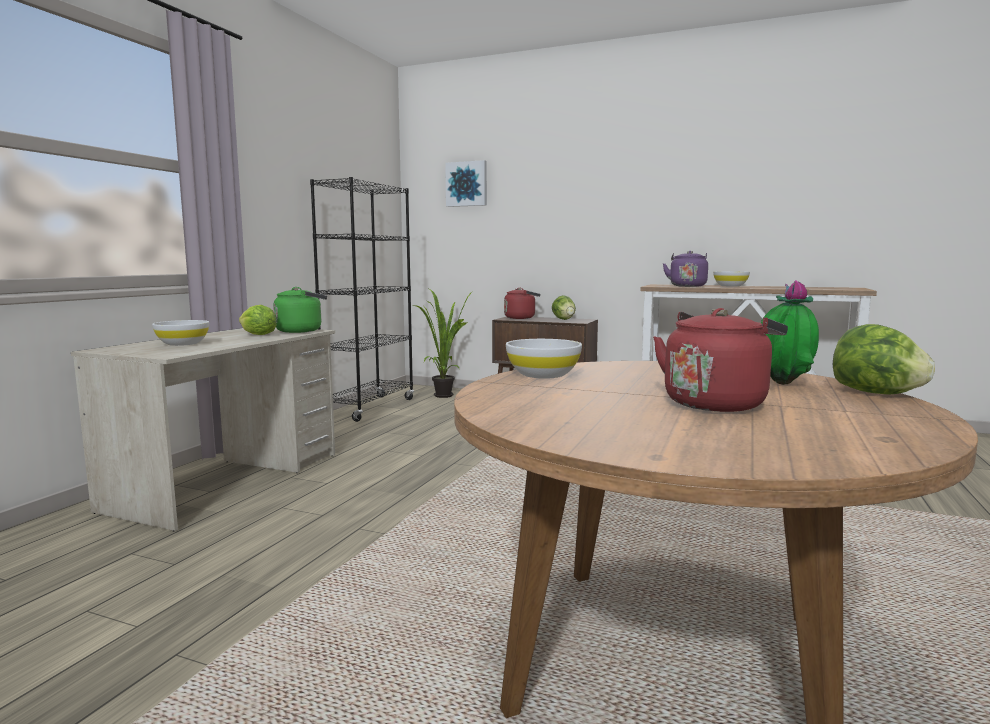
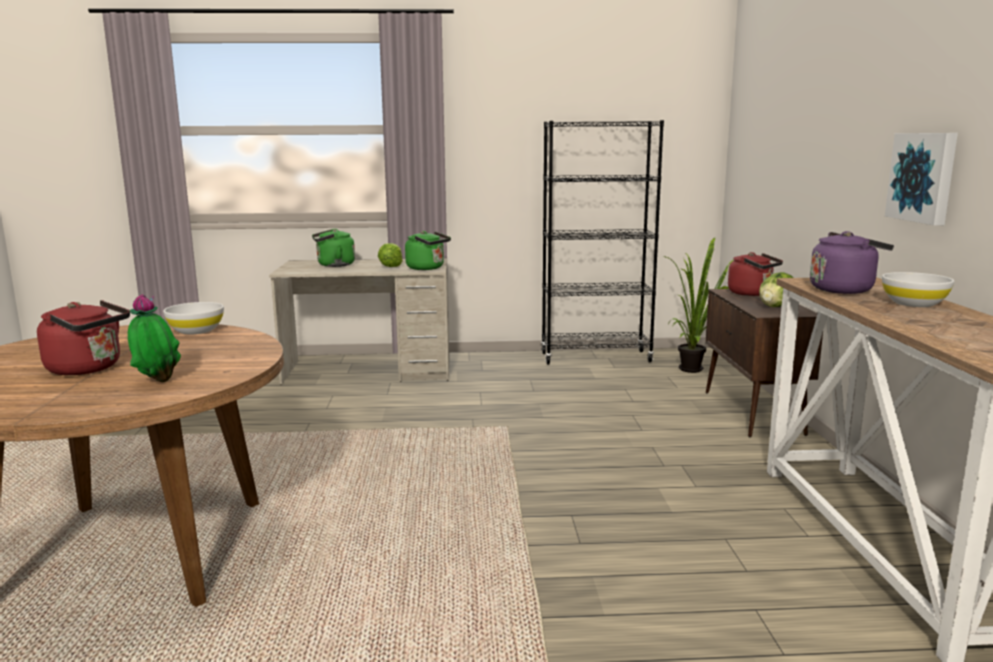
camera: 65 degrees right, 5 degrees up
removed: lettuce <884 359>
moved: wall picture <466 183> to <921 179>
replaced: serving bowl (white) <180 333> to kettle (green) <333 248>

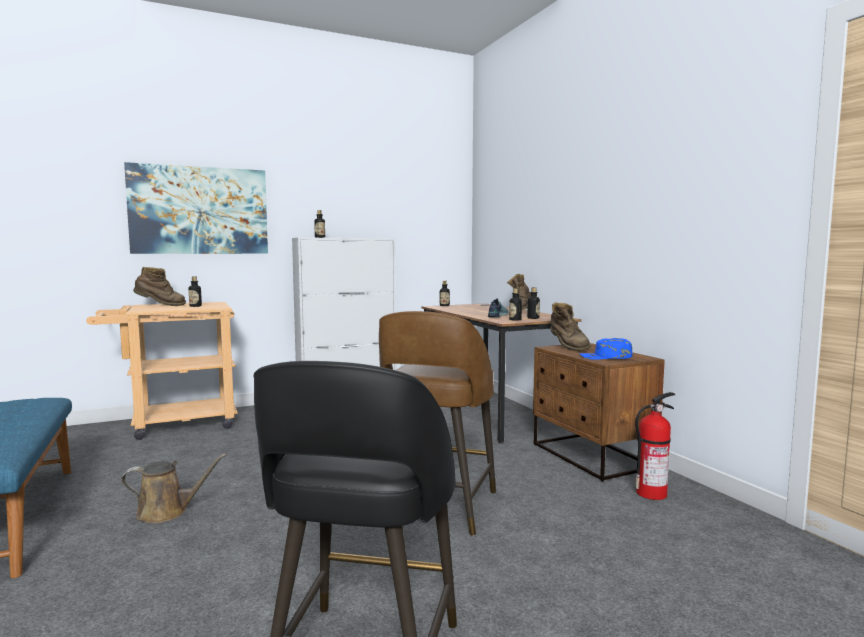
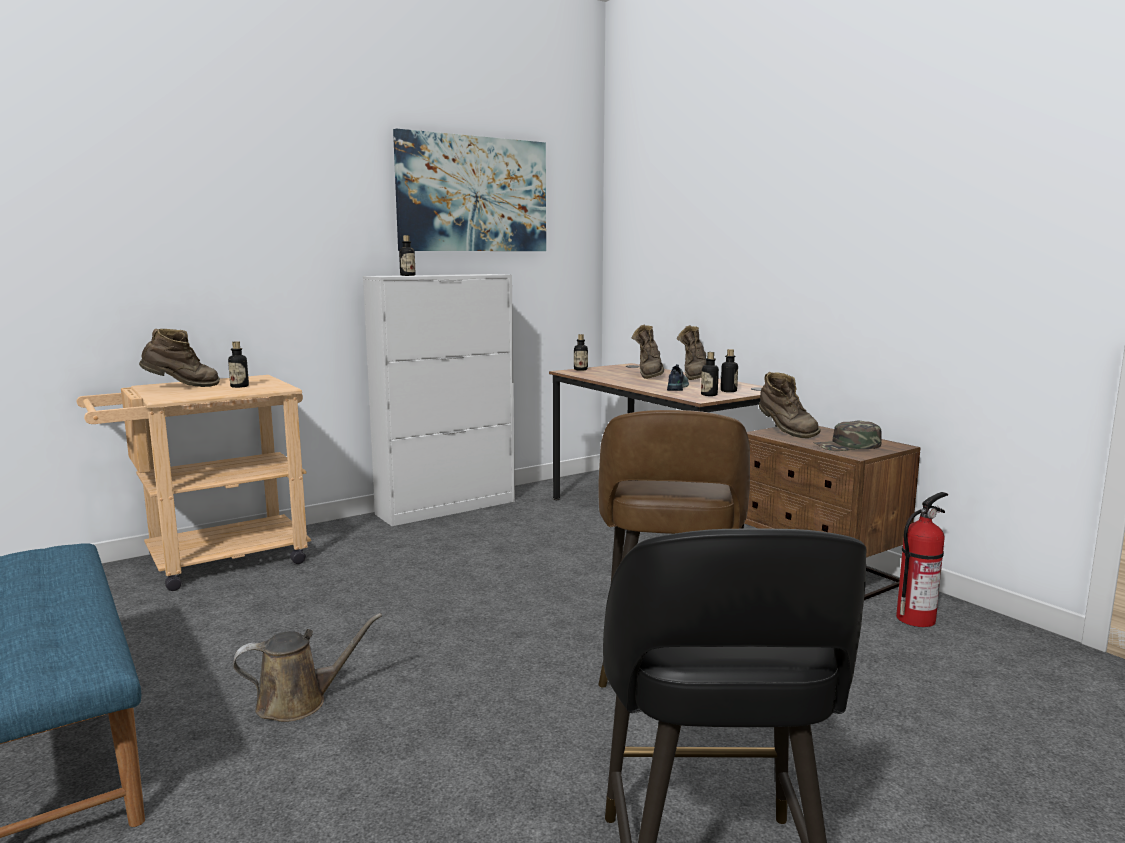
camera: 10 degrees left, 5 degrees up
added: tall boot (brownish) <648 352>
moved: wall picture <196 208> to <469 190>
recoloured: cap (blue-coloured) <605 349> to cap (green) <847 436>

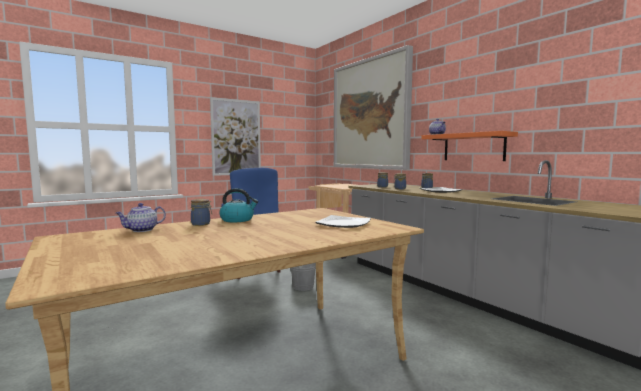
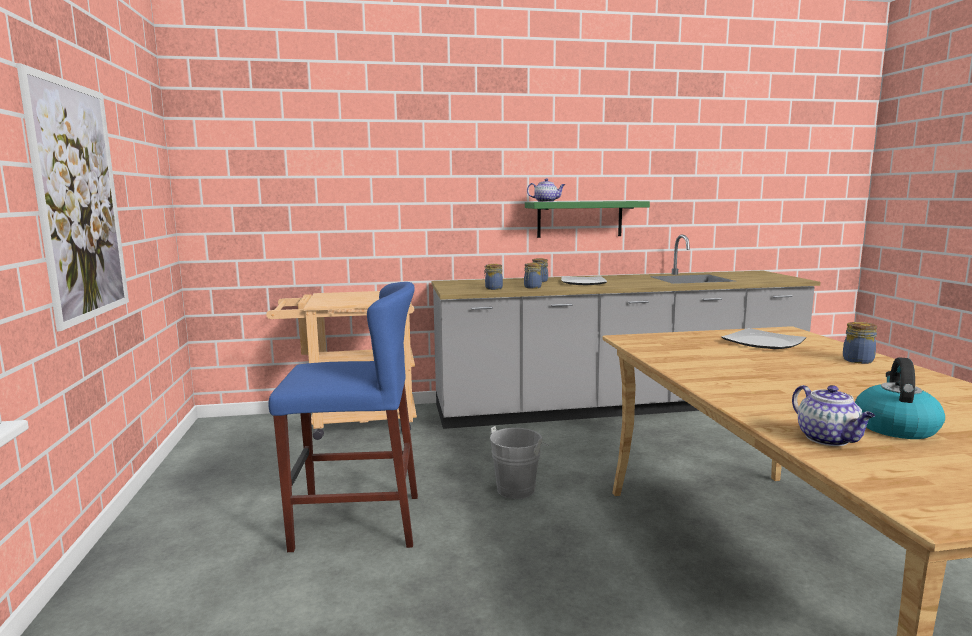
camera: 65 degrees left, 5 degrees up
removed: wall picture <373 107>
moved: storage jar <201 212> to <860 343>; kettle <238 205> to <900 398>
recoloured: bracket shelf (orange-coloured) <469 146> to bracket shelf (green) <587 219>

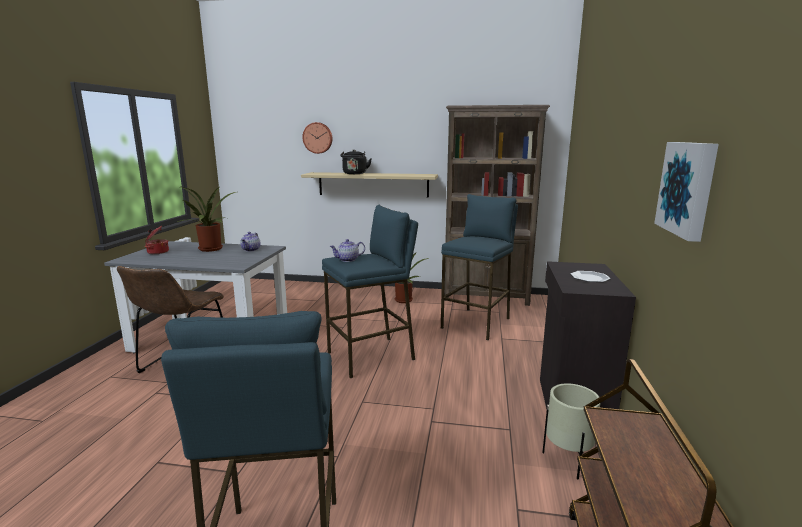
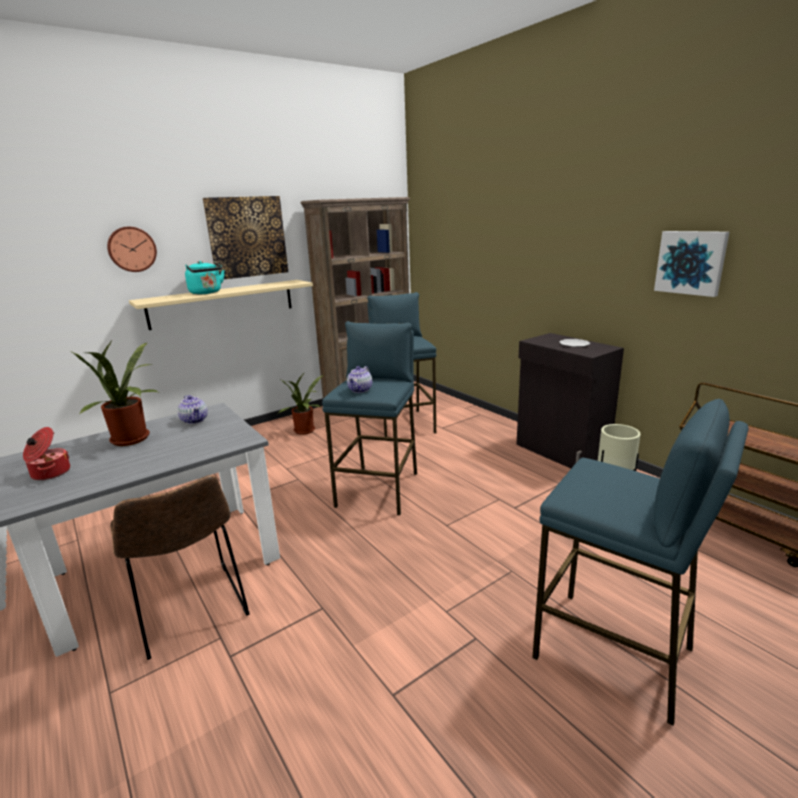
camera: 45 degrees left, 5 degrees up
added: wall picture <245 237>
recoloured: kettle (blackish) <355 162> to kettle (turquoise) <205 277>

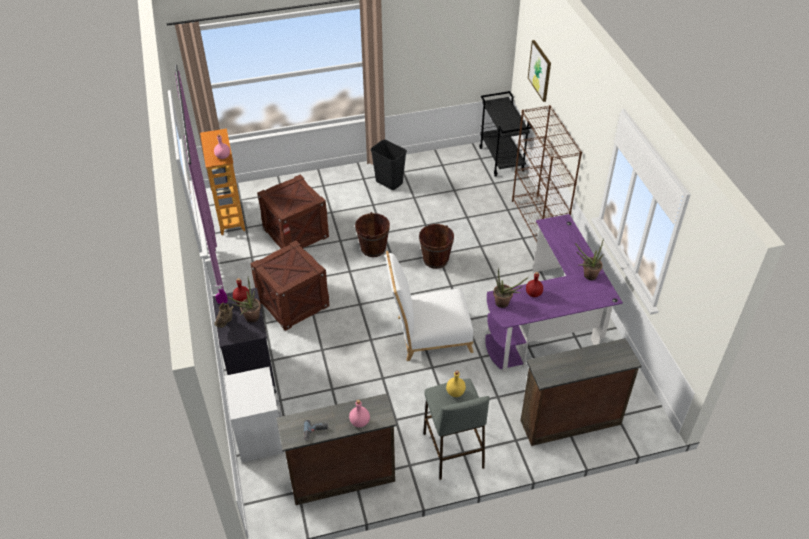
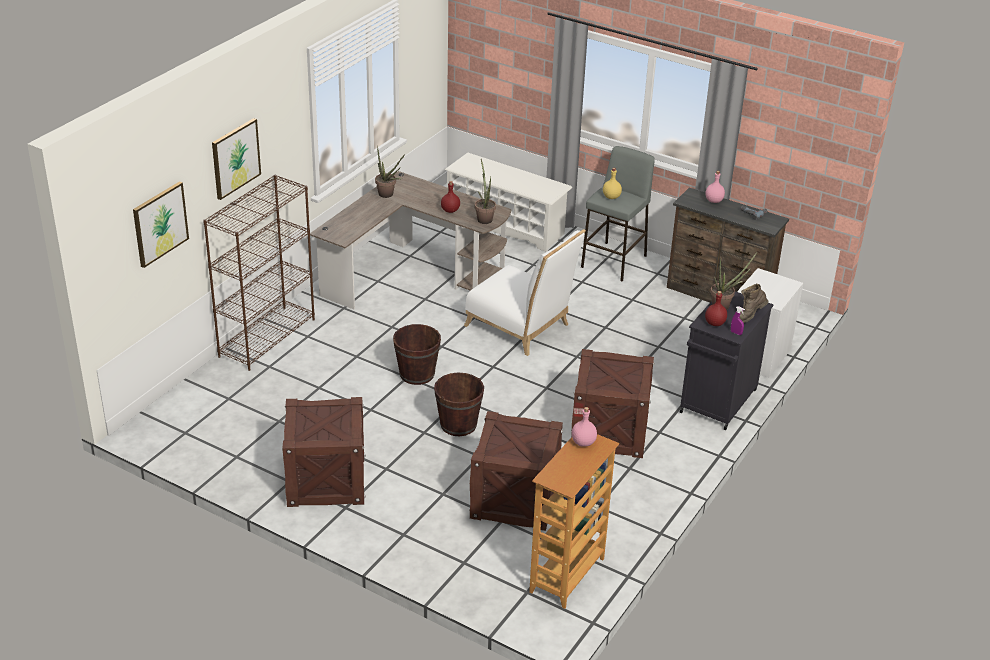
camera: 135 degrees left, 10 degrees down
removed: cart (blackish) <505 134>
added: wall picture <236 159>
replaced: trash can (blackish) <389 165> to packing crate <324 452>; chest of drawers (brownish) <580 392> to shoe shelf (white) <508 202>
recoloured: desk unit (purple-coloured) <554 293> to desk unit (brownish) <410 240>

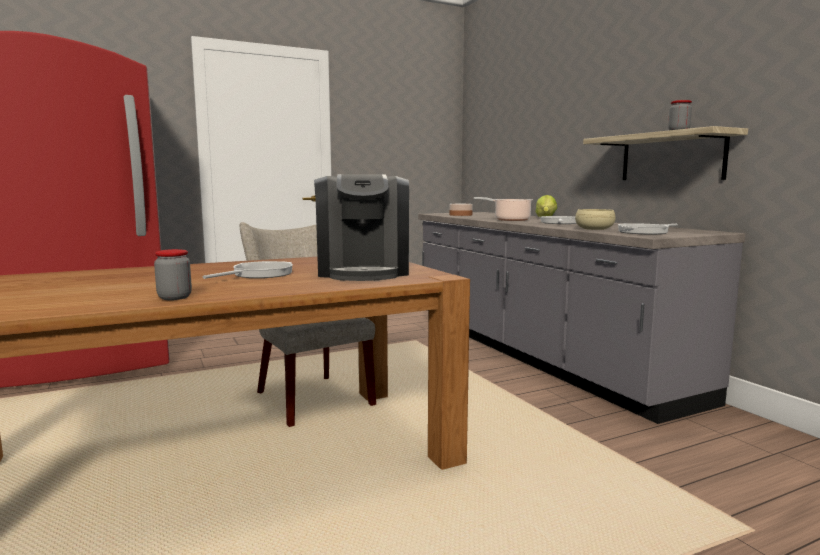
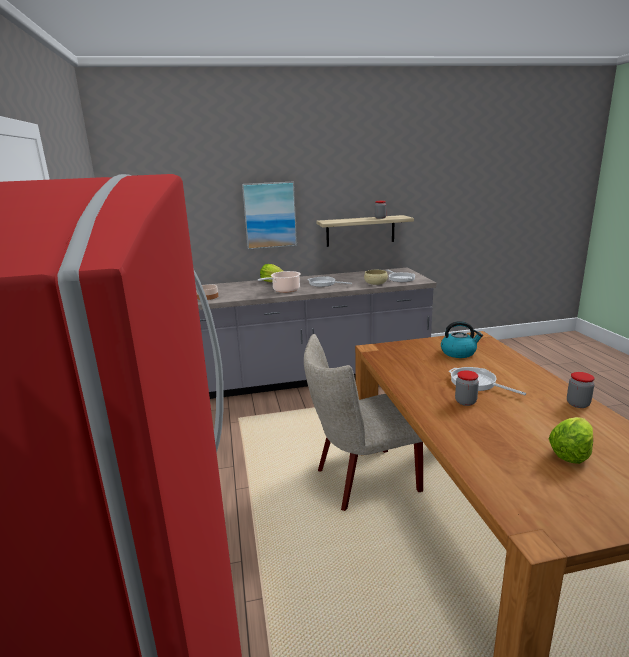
camera: 75 degrees left, 10 degrees up
added: wall picture <269 216>; storage jar <467 388>; lettuce <570 440>
replaced: coffee machine <361 227> to kettle <462 339>

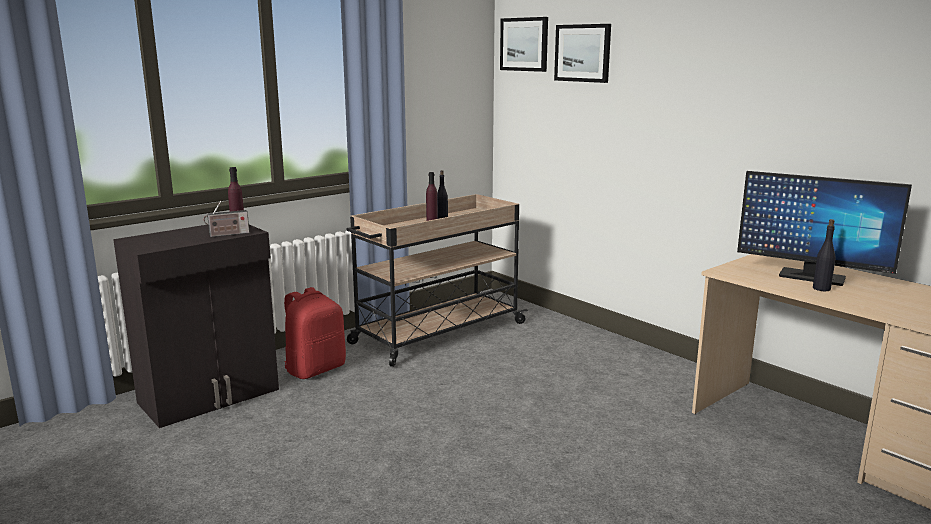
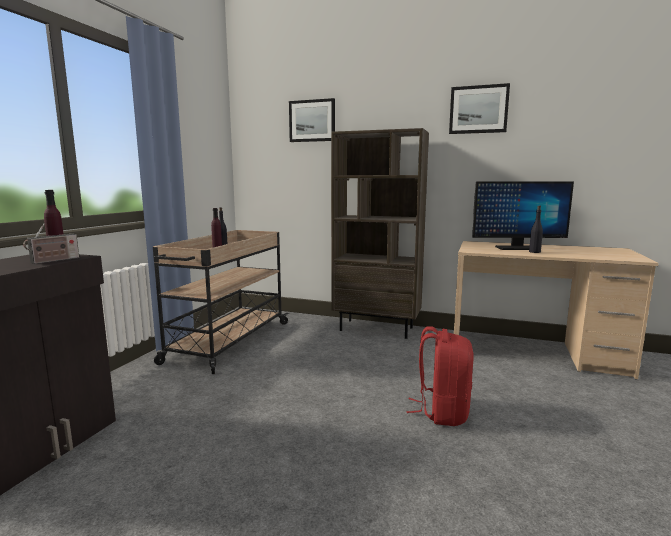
camera: 30 degrees left, 5 degrees down
added: bookcase (brownish) <380 233>
moved: knapsack (reddish) <315 333> to <440 376>; wall picture <524 44> to <479 108>

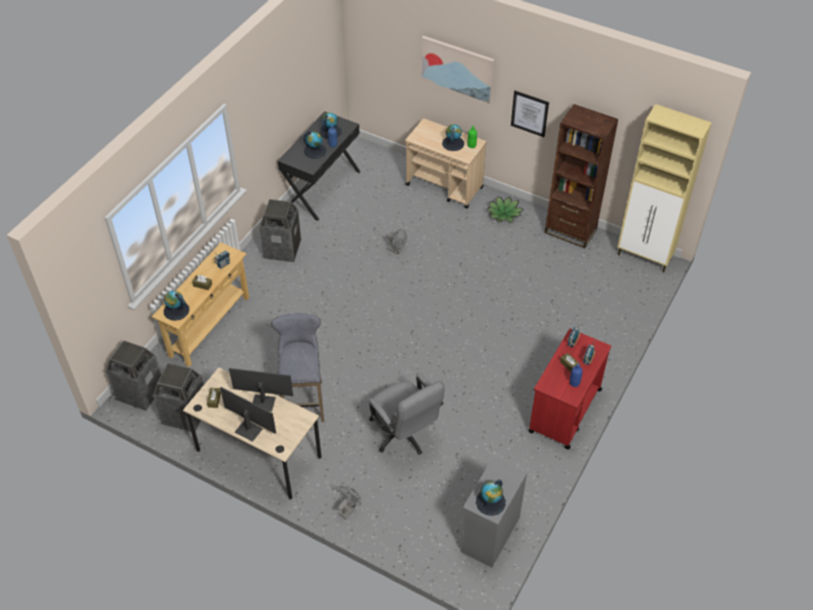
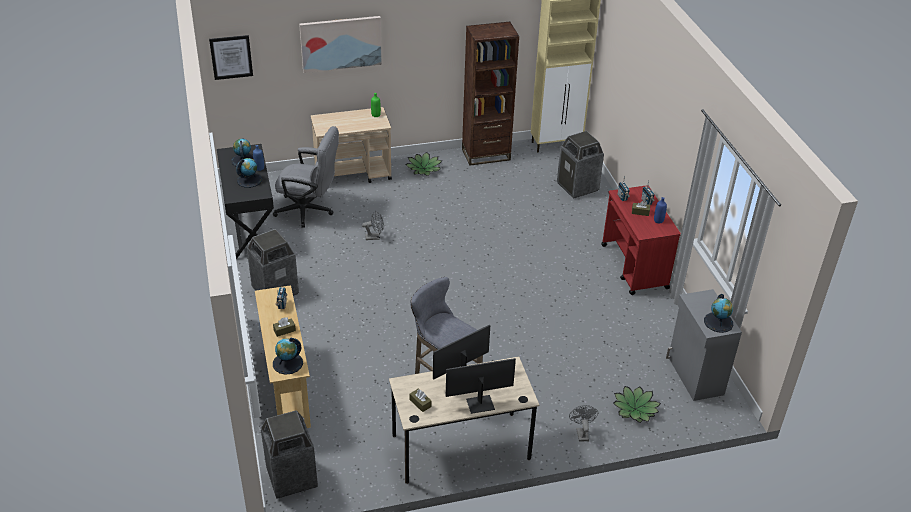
camera: 45 degrees left, 10 degrees down
removed: desk globe <453 137>
added: houseplant <637 404>
moved: trash can <178 397> to <580 165>; computer chair (gray) <406 414> to <306 177>; wall picture <530 114> to <231 57>

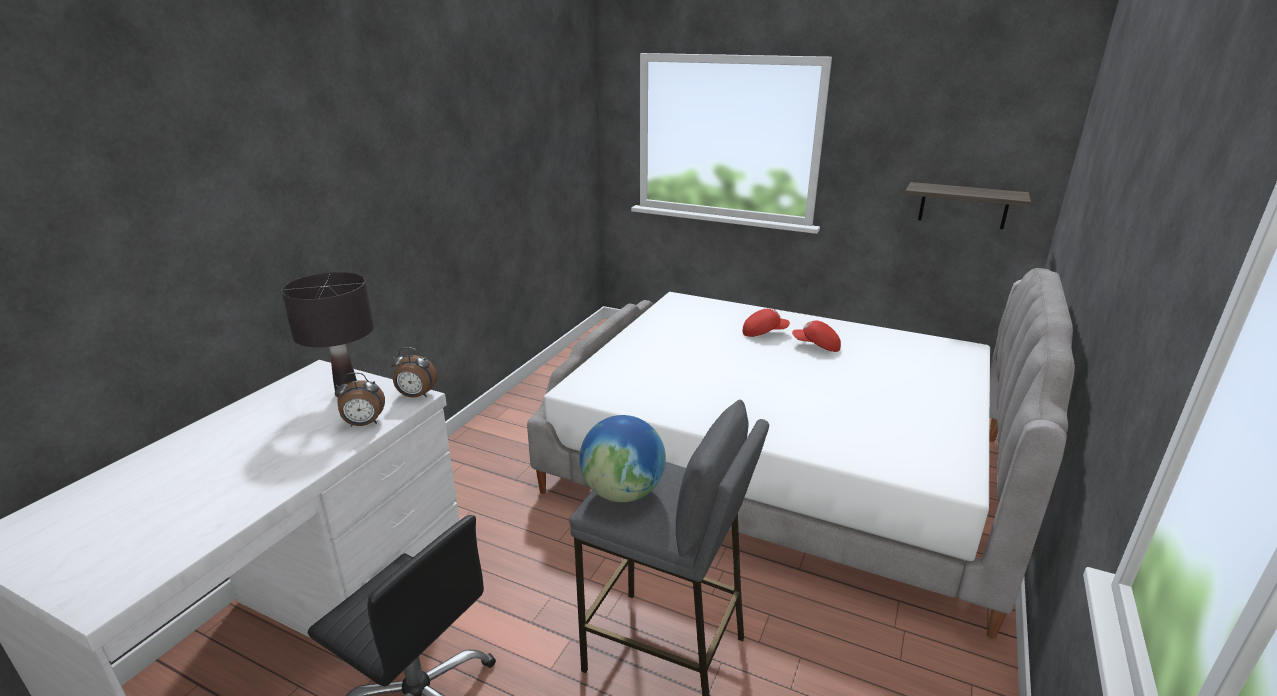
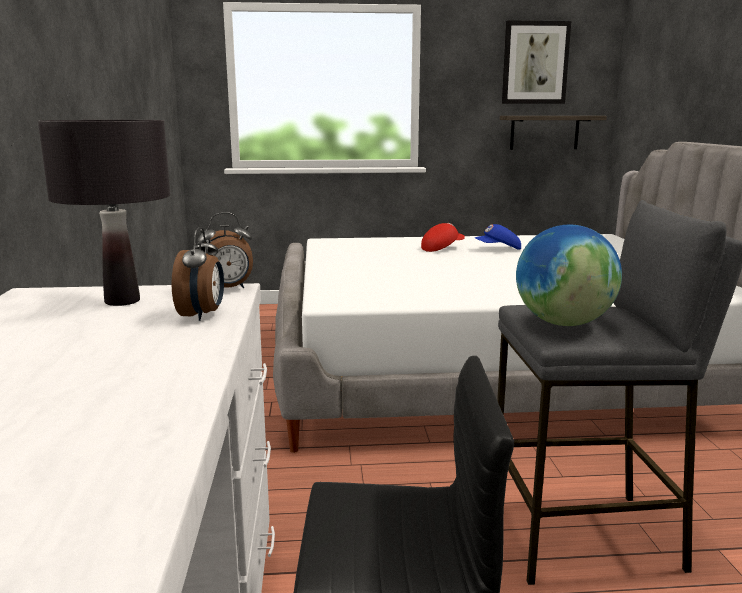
camera: 30 degrees left, 10 degrees down
added: wall picture <536 62>
recoloured: cap (reddish) <816 336> to cap (blue-coloured) <498 237>
turned: bedside clock <360 399> = <197 274> 45 degrees counterclockwise

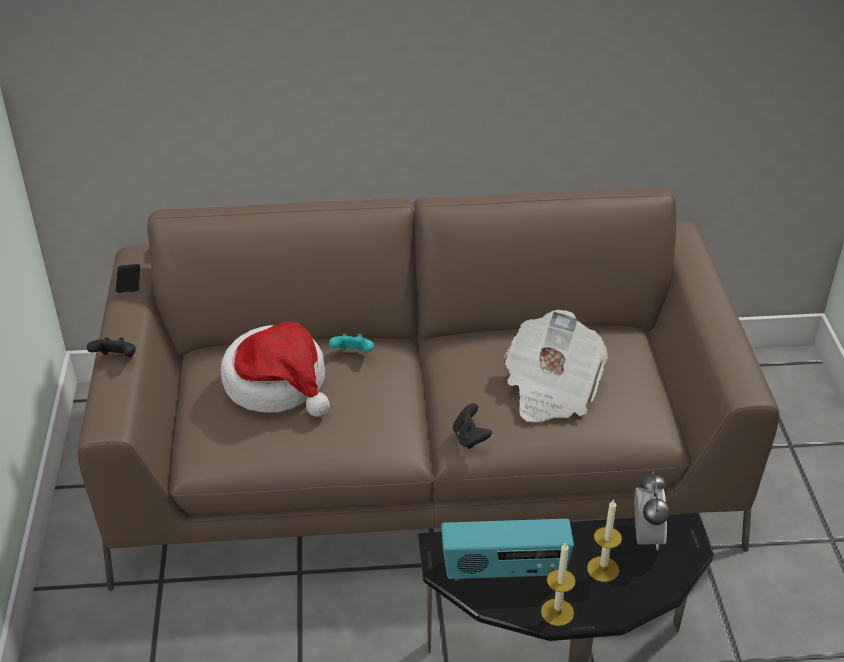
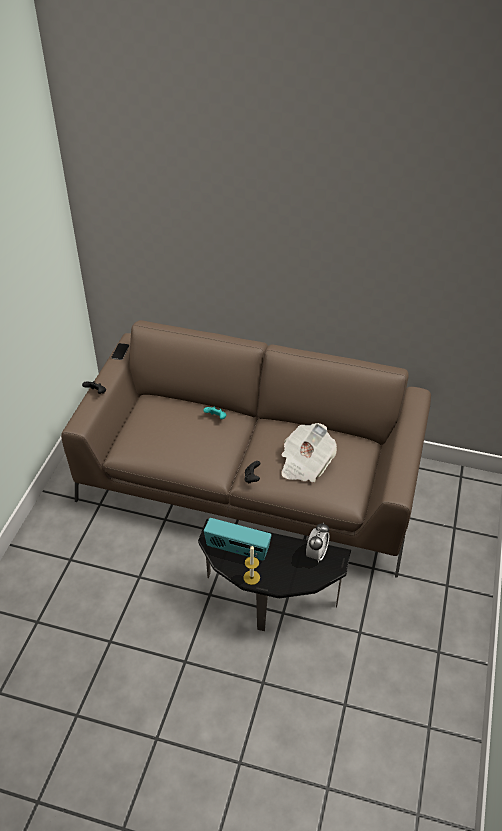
camera: 20 degrees right, 5 degrees up
removed: hat <275 369>; wax candle <604 540>

